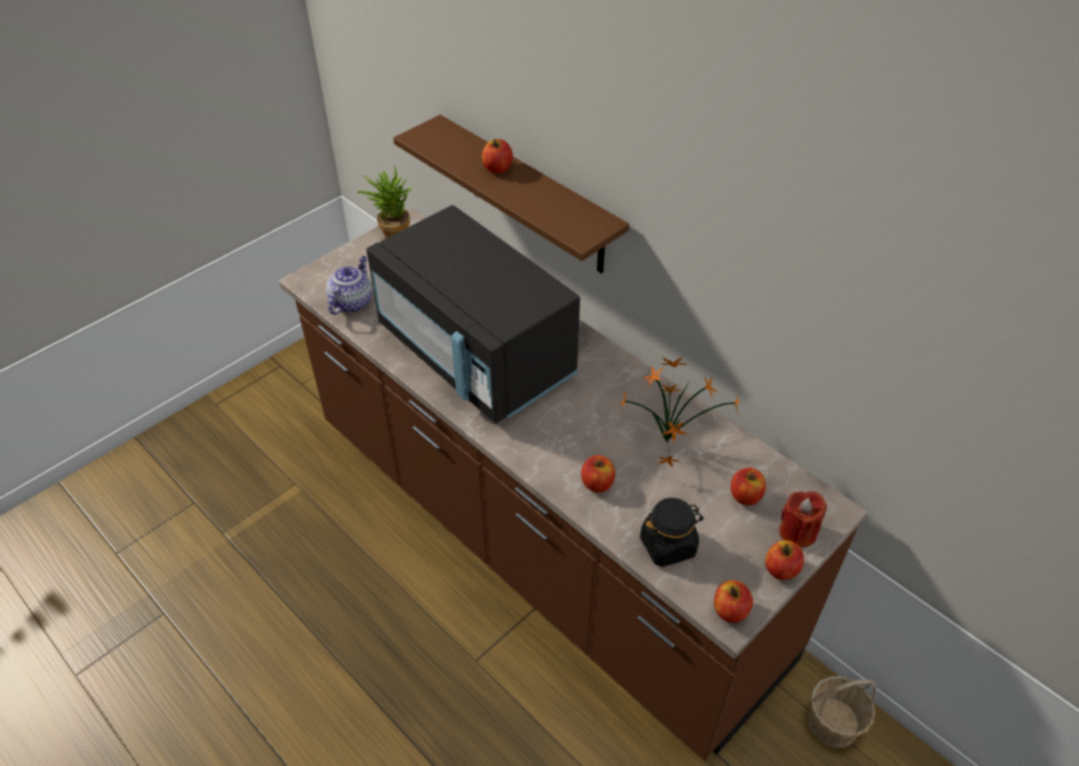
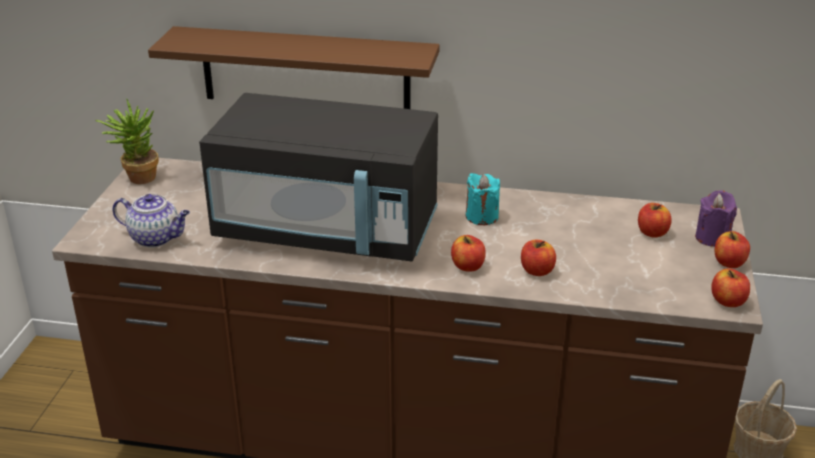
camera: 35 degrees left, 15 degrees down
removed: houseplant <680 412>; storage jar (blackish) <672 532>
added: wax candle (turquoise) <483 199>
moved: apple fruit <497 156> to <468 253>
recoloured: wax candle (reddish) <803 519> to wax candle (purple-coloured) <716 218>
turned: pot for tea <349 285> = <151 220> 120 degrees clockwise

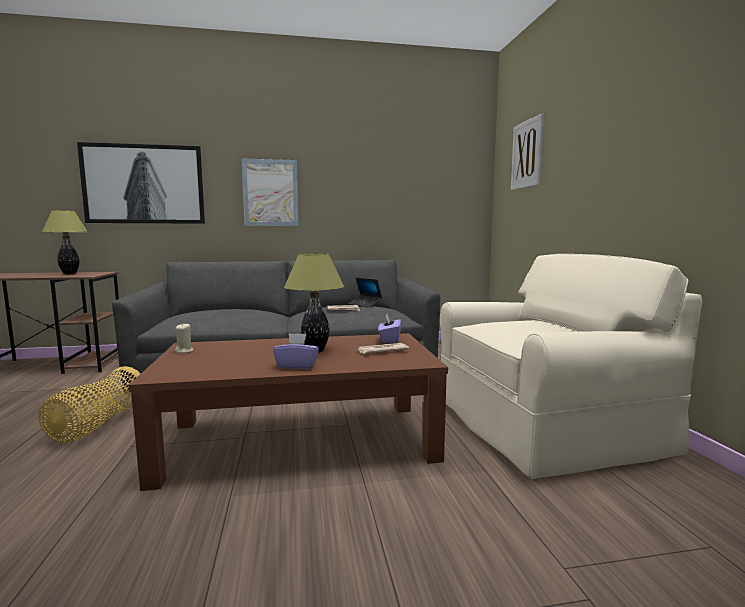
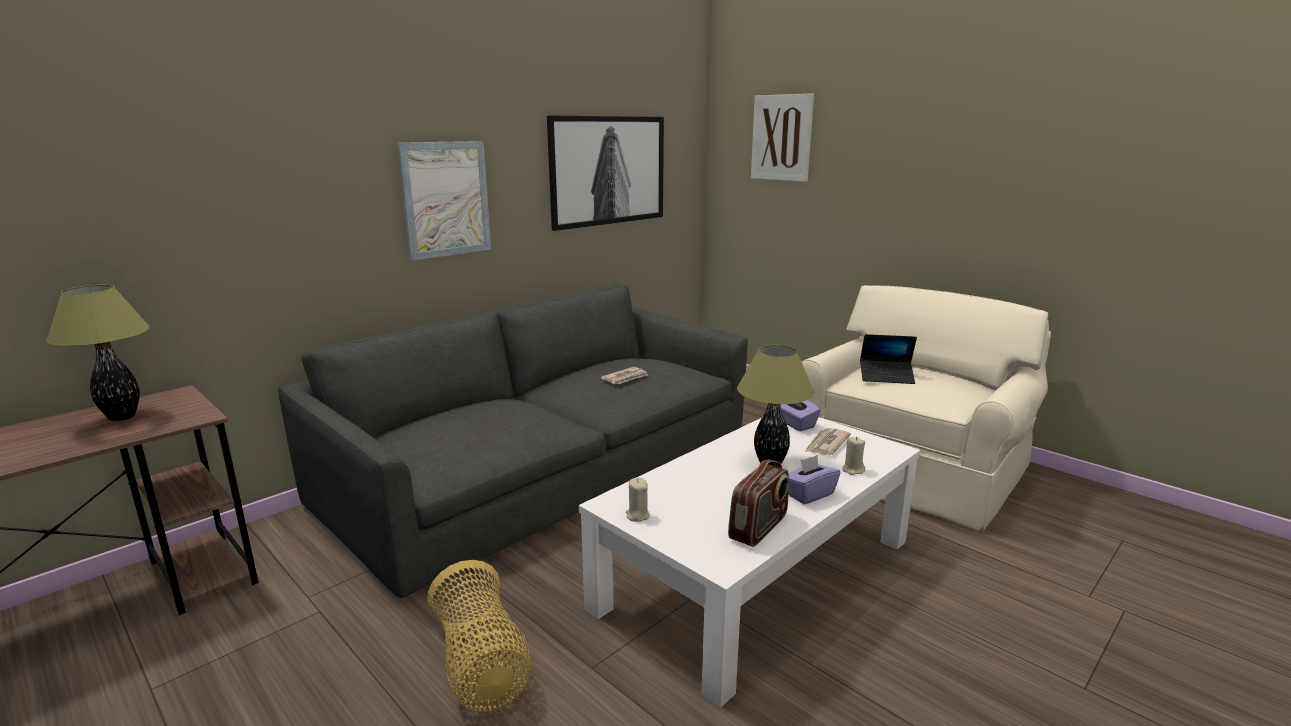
camera: 35 degrees left, 10 degrees up
added: radio receiver <758 503>; wax candle (beige-coloured) <854 456>
moved: wall picture <141 183> to <605 173>; laptop <365 292> to <888 359>
recoloured: lounge table (brownish) <288 412> to lounge table (white) <749 562>

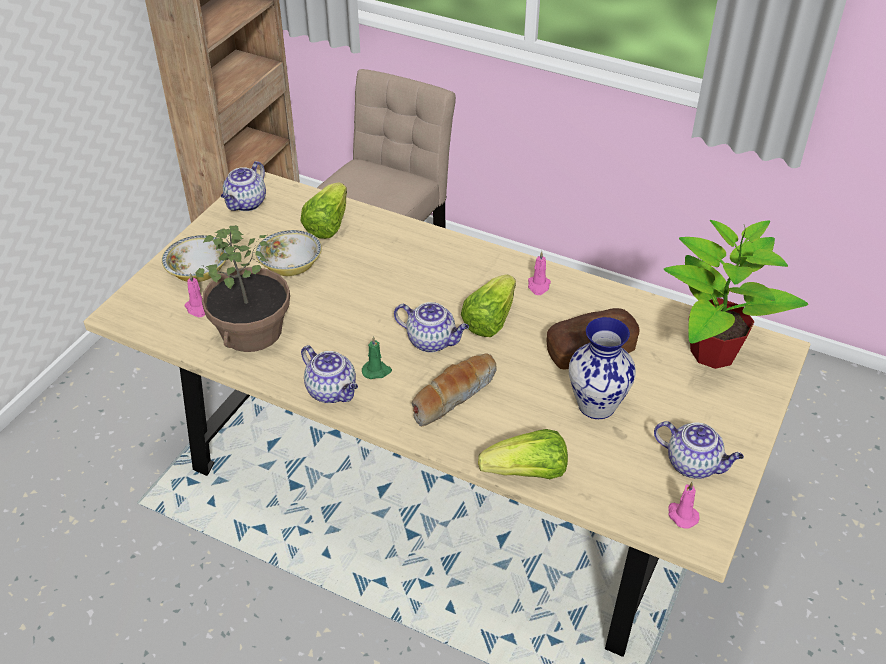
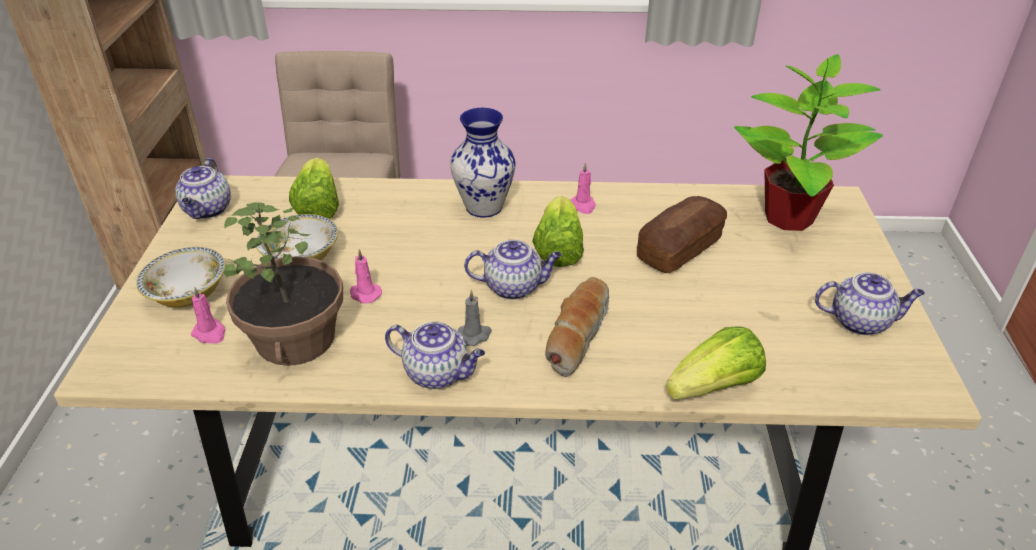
camera: 25 degrees left, 5 degrees down
moved: vase <602 368> to <483 163>; wax candle (pink) <684 505> to <366 276>
recoloured: wax candle (green) <377 357> to wax candle (gray) <474 318>

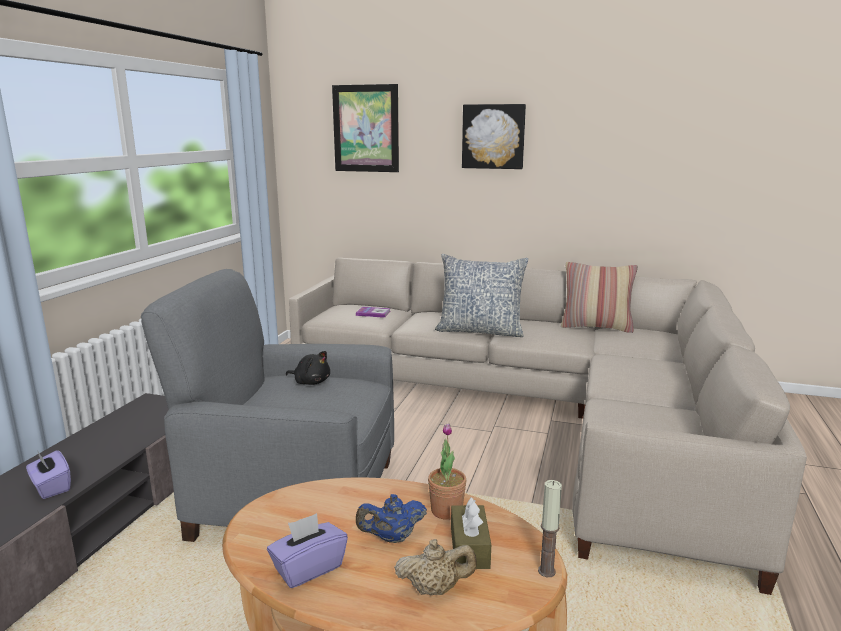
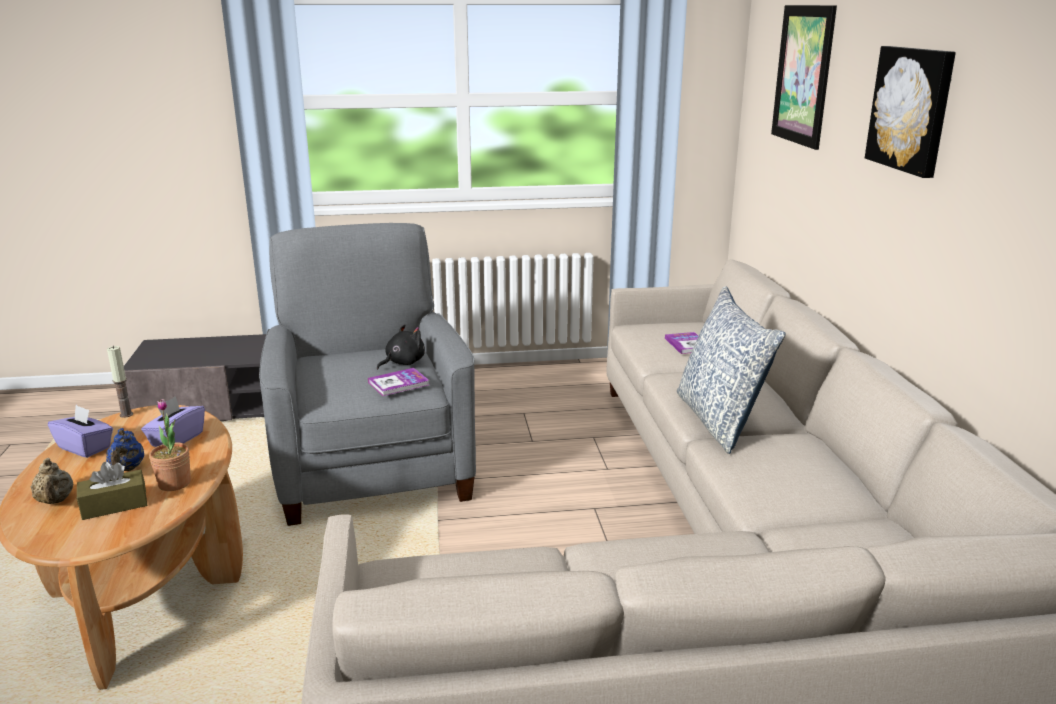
camera: 65 degrees right, 5 degrees up
removed: cushion <599 297>
added: bound book <398 382>
moved: tissue box (purple-coloured) <48 474> to <173 421>; wax candle <550 528> to <120 382>
turned: plush toy (blackish) <308 368> = <401 346> 135 degrees counterclockwise; pot for tea (blue-coloured) <391 518> = <125 449> 150 degrees counterclockwise

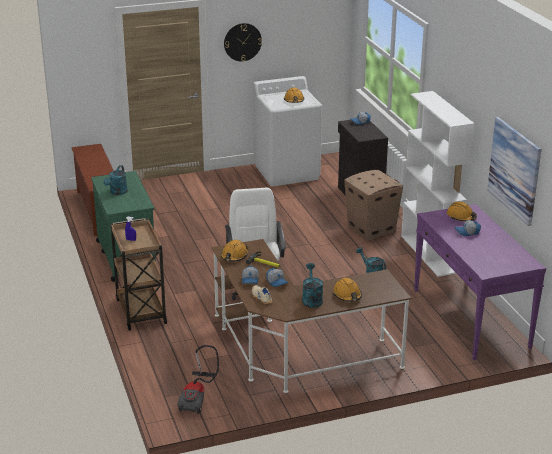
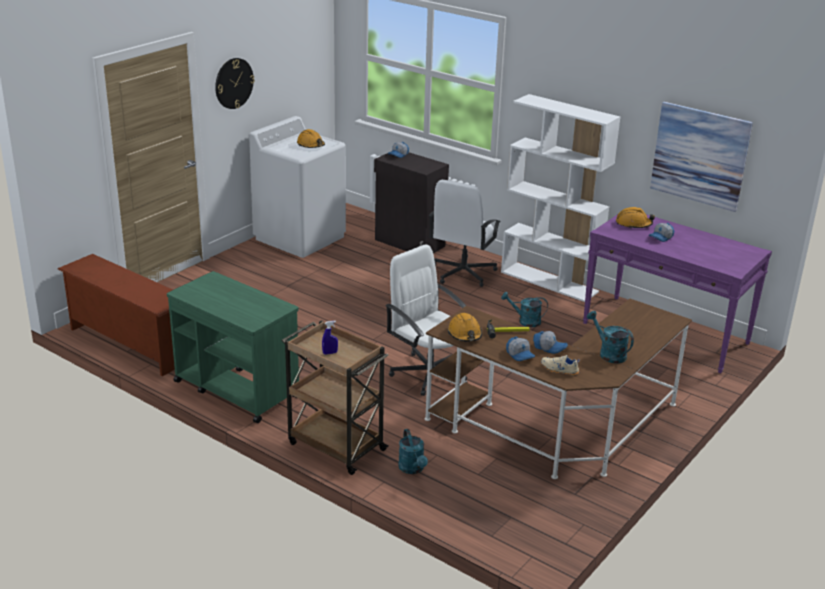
camera: 35 degrees left, 0 degrees up
removed: vacuum <198 379>; work helmet (orange-coloured) <347 290>
moved: watering pot (turquoise) <115 180> to <413 451>
replaced: cardboard box <373 205> to computer chair (white) <465 233>

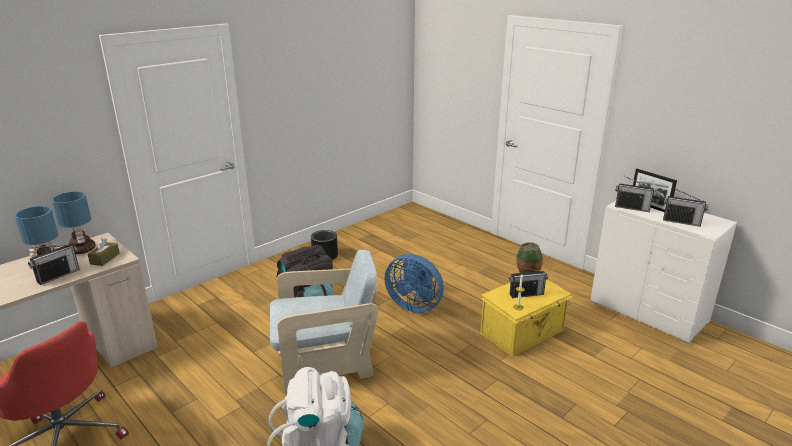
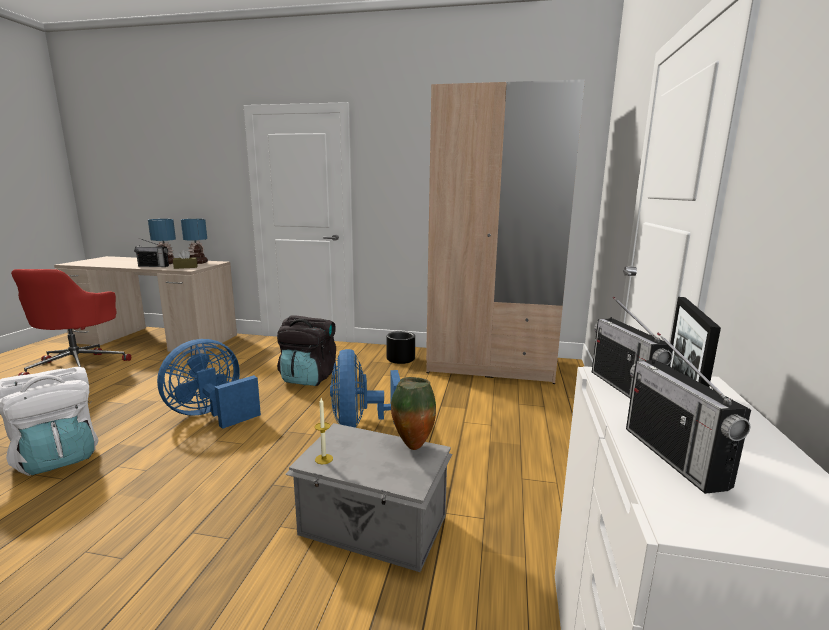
camera: 55 degrees right, 10 degrees down
removed: radio receiver <528 282>
added: armoire (beige-coloured) <505 231>
replaced: armchair (beige-coloured) <324 321> to electric fan (blue-coloured) <209 384>
recoloured: storage container (yellow) <526 318> to storage container (gray) <368 497>

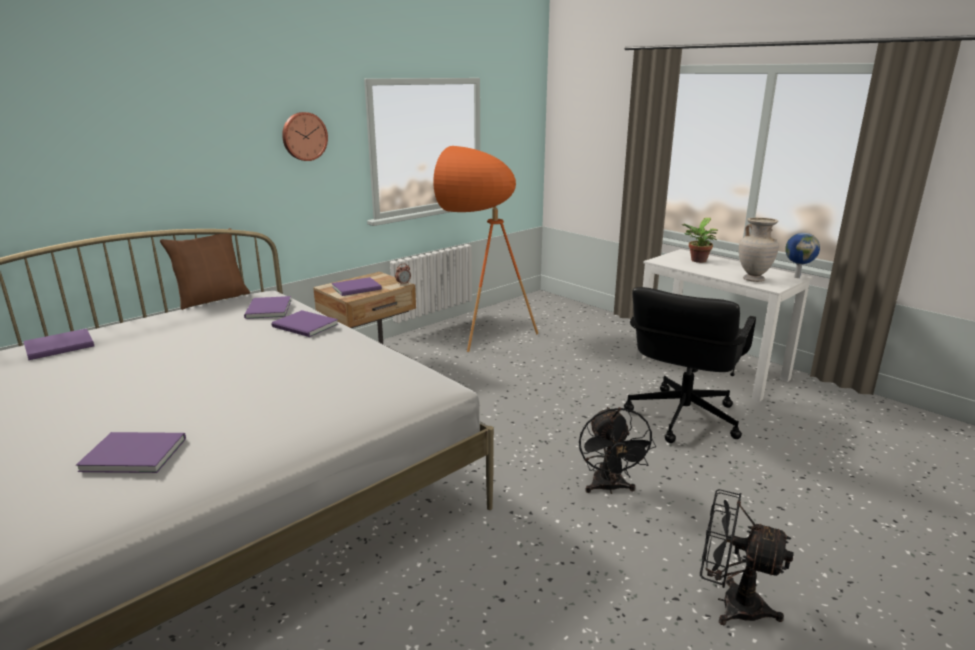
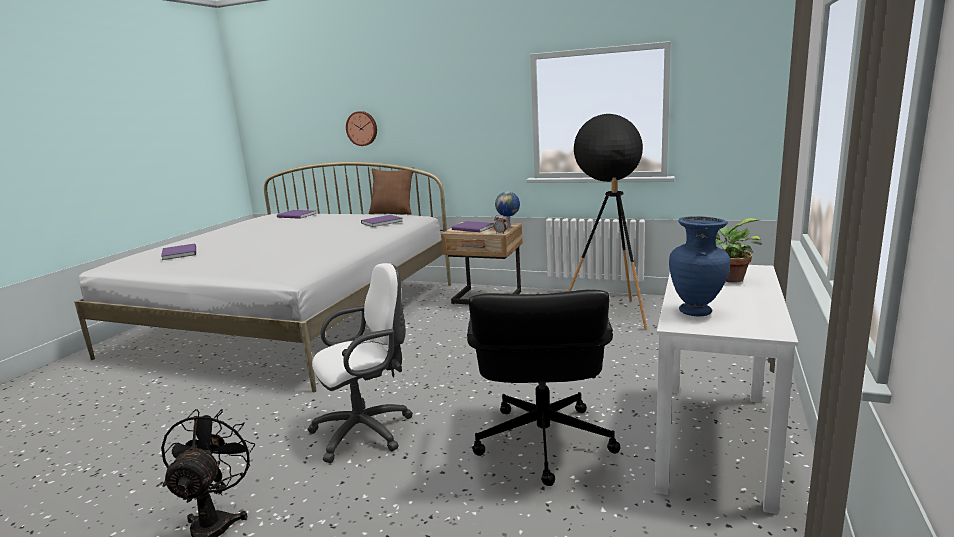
camera: 65 degrees right, 5 degrees down
removed: bound book (purple-coloured) <304 323>
moved: hanging clock <305 136> to <361 128>; desk globe <802 255> to <507 210>
replaced: electric fan (blackish) <617 450> to computer chair (white) <360 363>
recoloured: standard lamp (orange-coloured) <486 249> to standard lamp (blackish) <608 222>; vase (beige-coloured) <759 250> to vase (blue-coloured) <699 266>
turned: computer chair (blackish) <690 365> = <543 388> 90 degrees counterclockwise

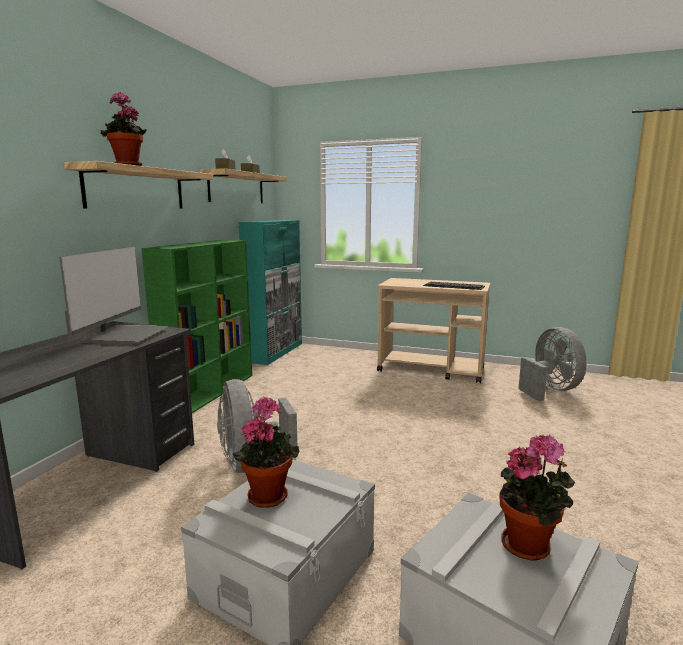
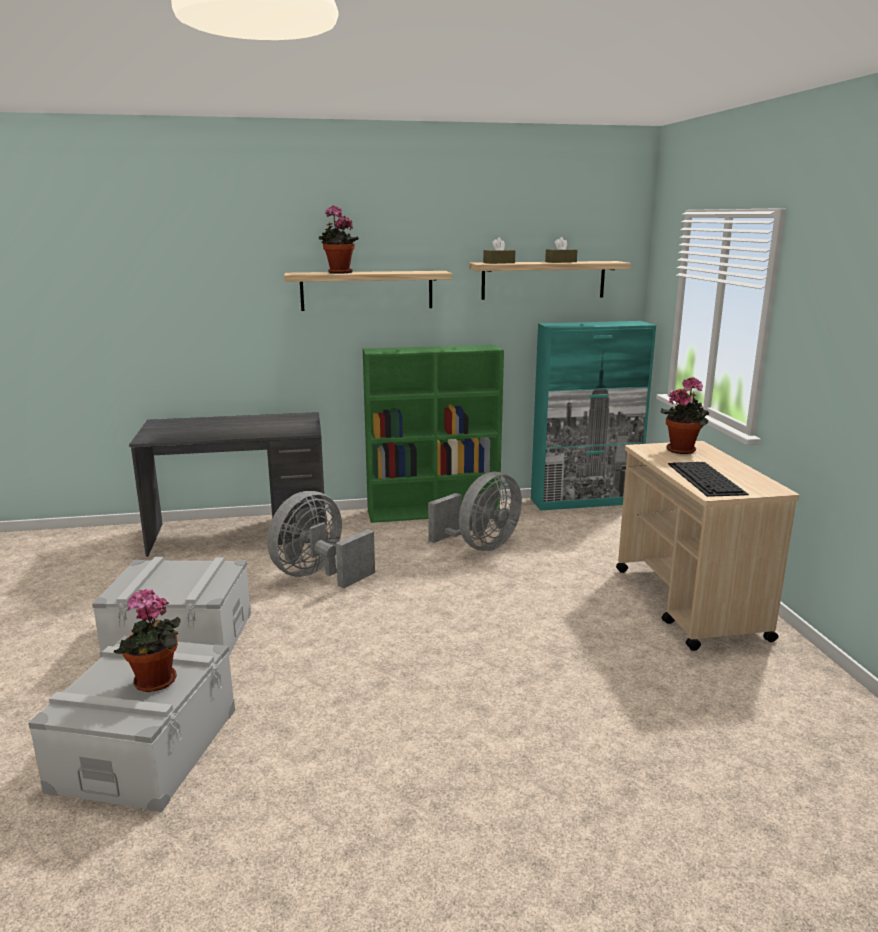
camera: 60 degrees right, 5 degrees up
removed: monitor <113 295>
moved: houseplant <265 452> to <685 415>; electric fan (gray) <552 364> to <475 511>

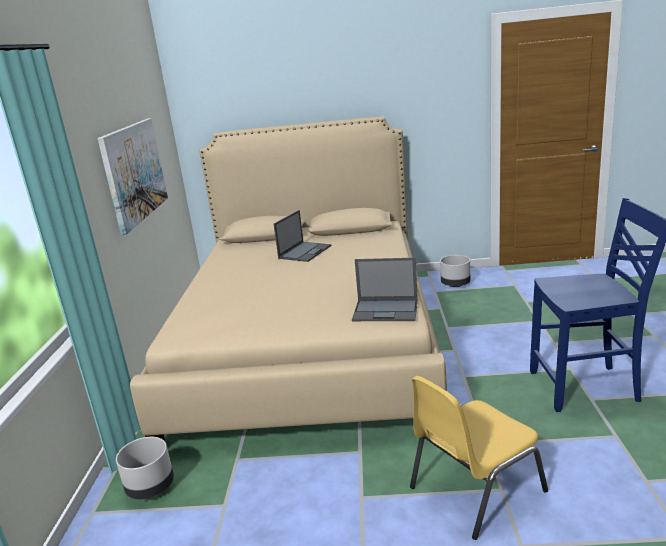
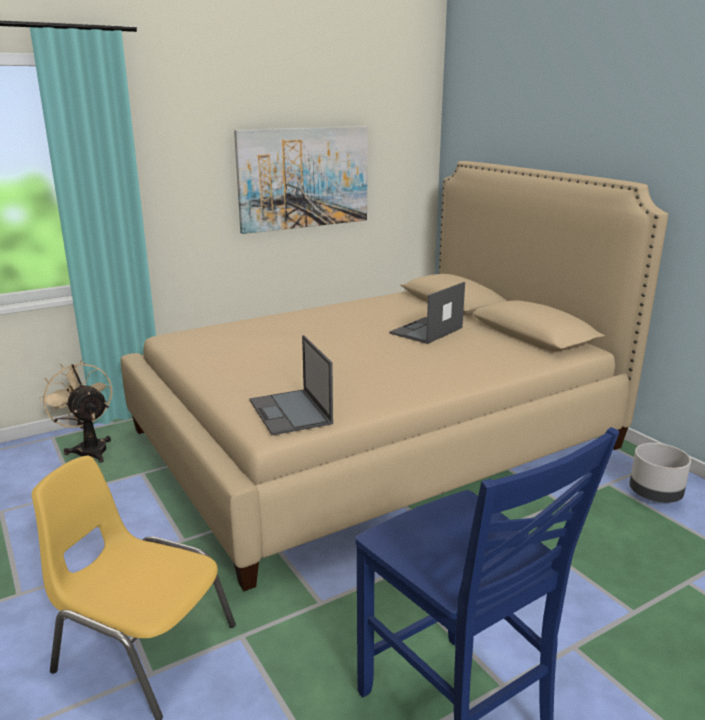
camera: 55 degrees right, 0 degrees up
replaced: plant pot (gray) <145 468> to electric fan (beige-coloured) <76 411>
turned: laptop <302 236> = <427 313> 135 degrees clockwise

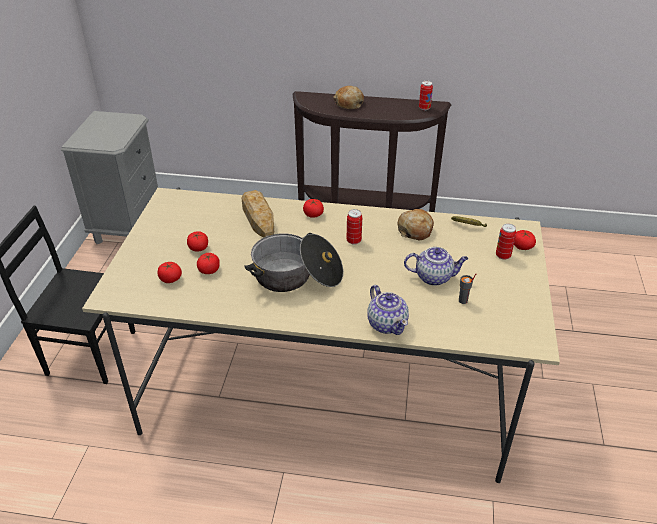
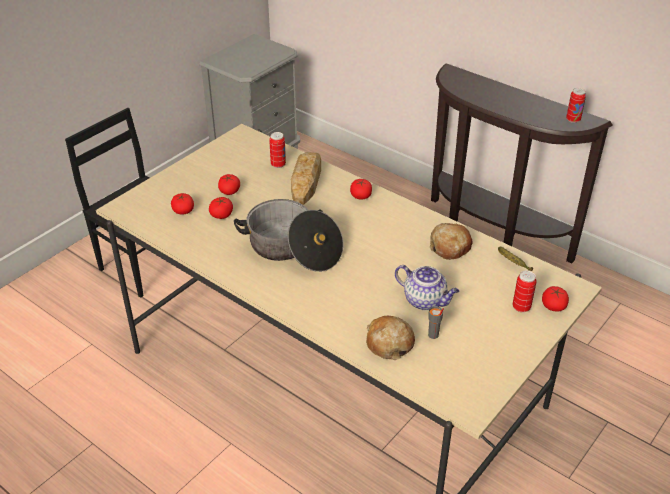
camera: 30 degrees right, 0 degrees up
removed: pot for tea <388 310>
moved: bakery bread <349 97> to <390 338>; metal can <354 227> to <277 150>

